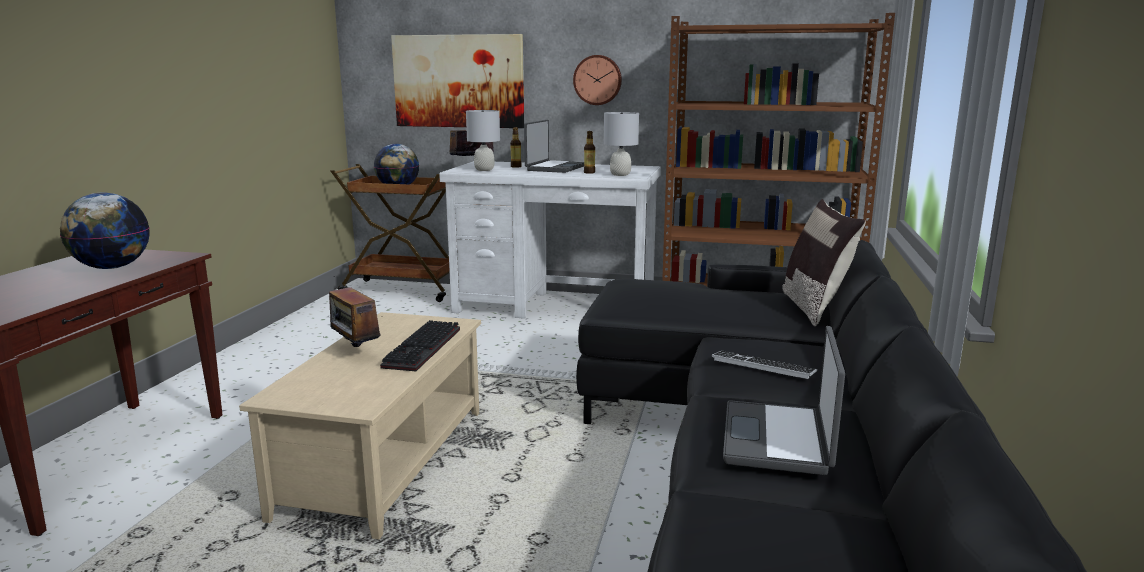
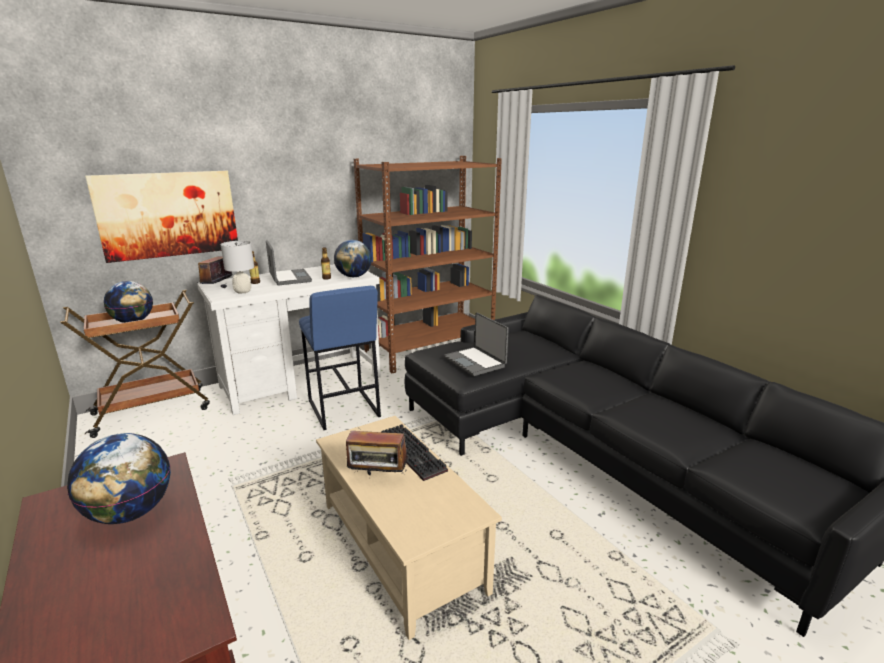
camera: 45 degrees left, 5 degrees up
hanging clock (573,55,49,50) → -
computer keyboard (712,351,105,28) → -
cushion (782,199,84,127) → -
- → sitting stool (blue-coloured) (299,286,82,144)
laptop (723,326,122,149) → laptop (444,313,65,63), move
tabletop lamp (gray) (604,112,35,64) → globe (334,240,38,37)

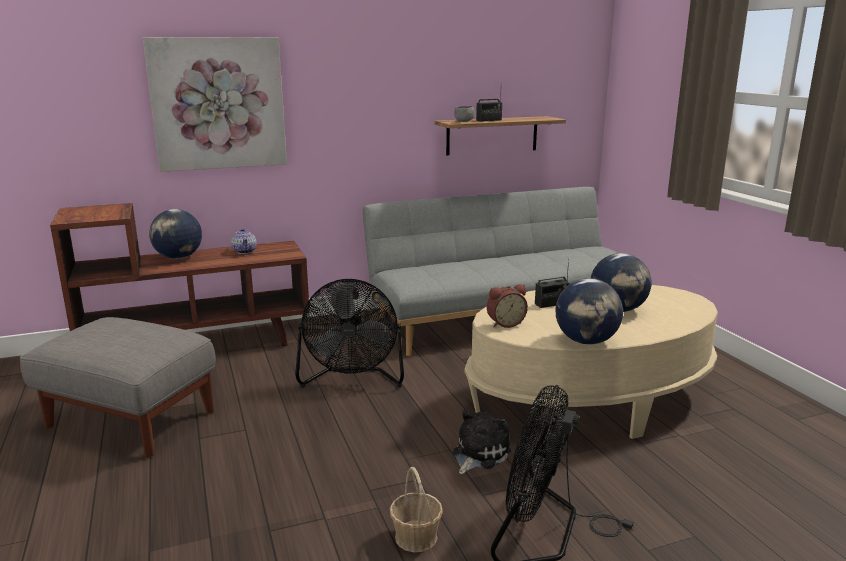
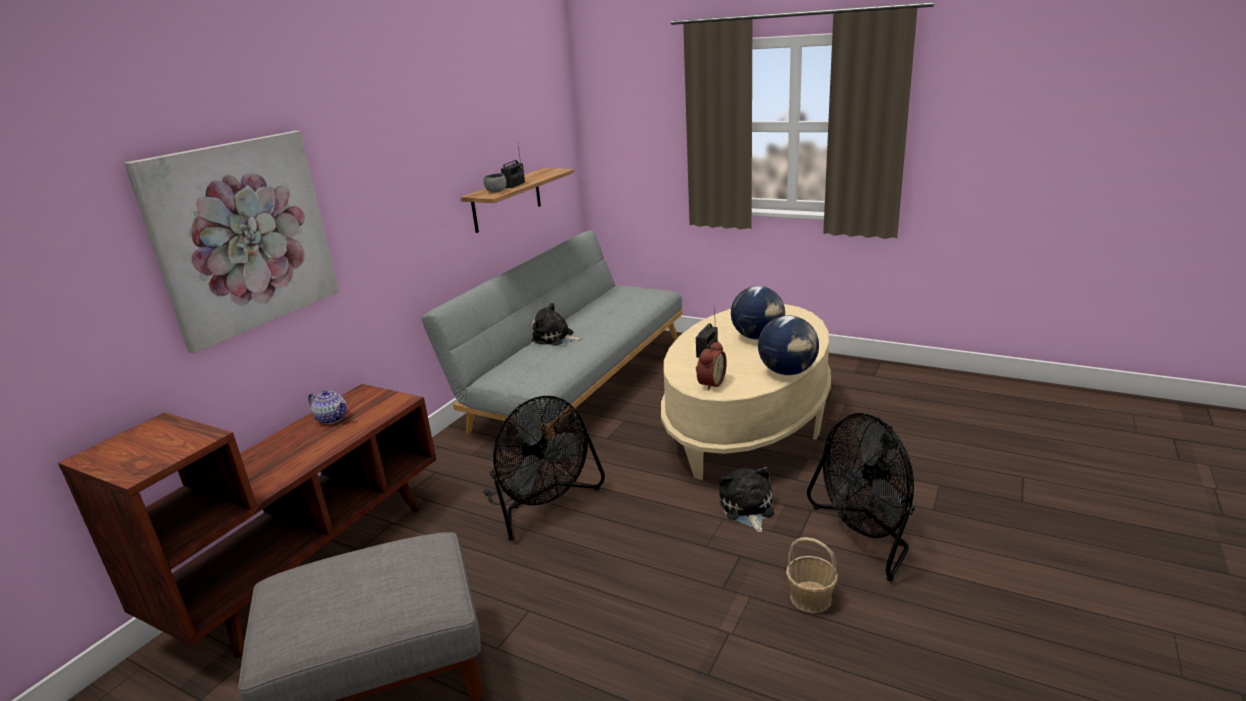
camera: 40 degrees left, 5 degrees up
globe (149,209,53,50) → -
- → plush toy (531,302,52,44)

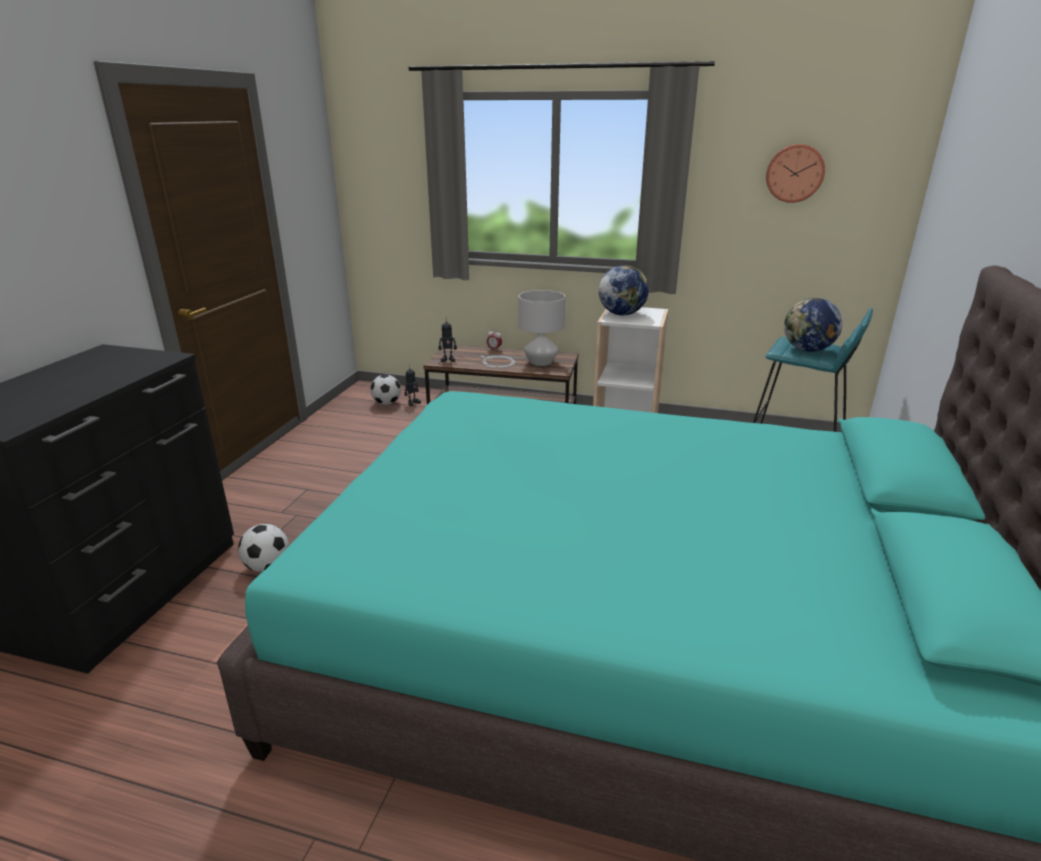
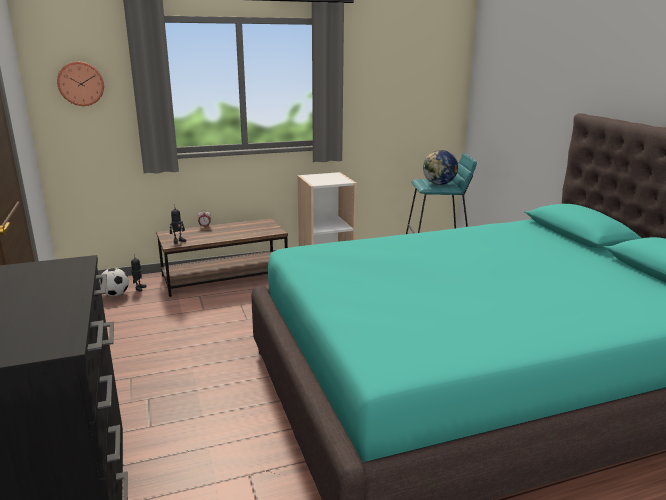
camera: 35 degrees left, 5 degrees down
ball for football (238,524,51,48) → -
tabletop lamp (gray) (480,290,85,78) → -
globe (599,265,50,50) → -
hanging clock (766,144,59,59) → hanging clock (57,62,47,44), move

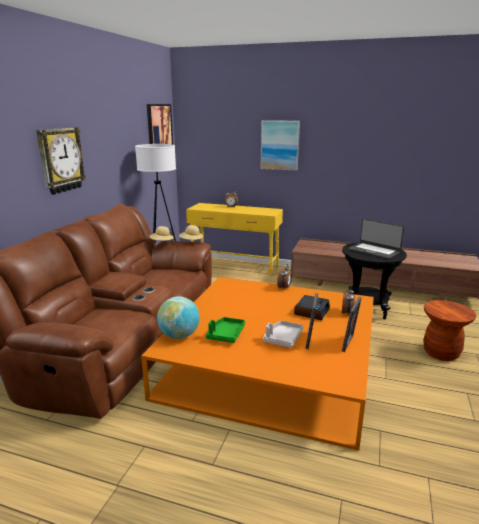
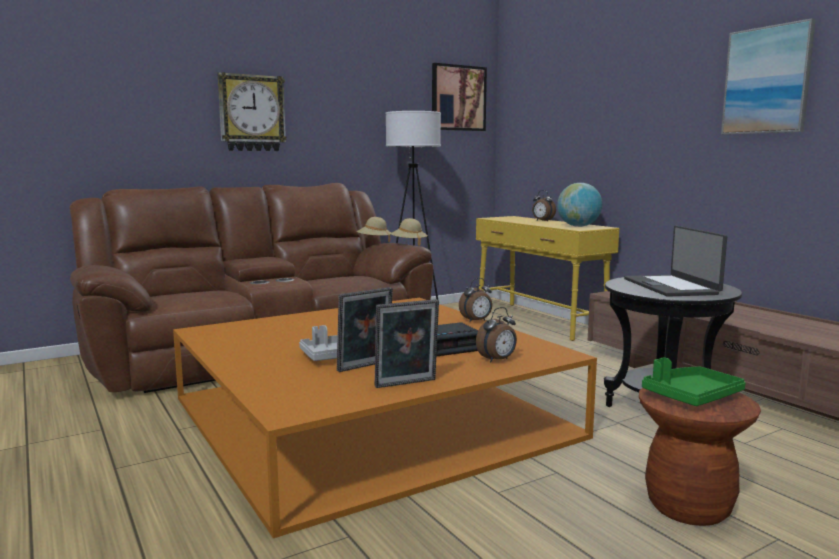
camera: 40 degrees right, 10 degrees down
globe (157,296,42,43) → globe (557,183,45,44), move
serving tray (greenish) (206,317,39,26) → serving tray (greenish) (642,357,104,49), move
wall art (261,120,39,51) → wall art (721,18,95,117), move

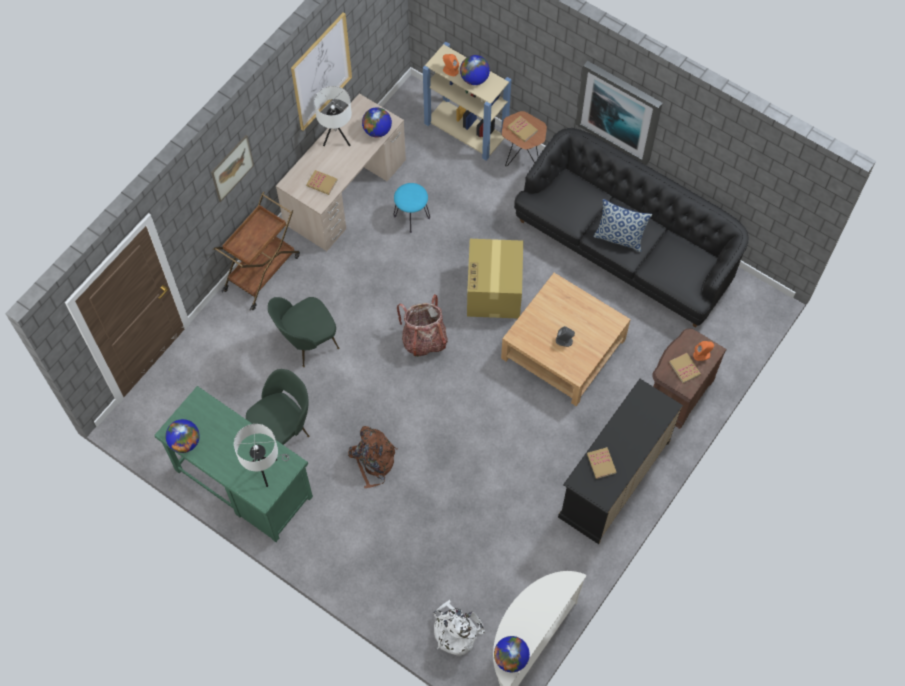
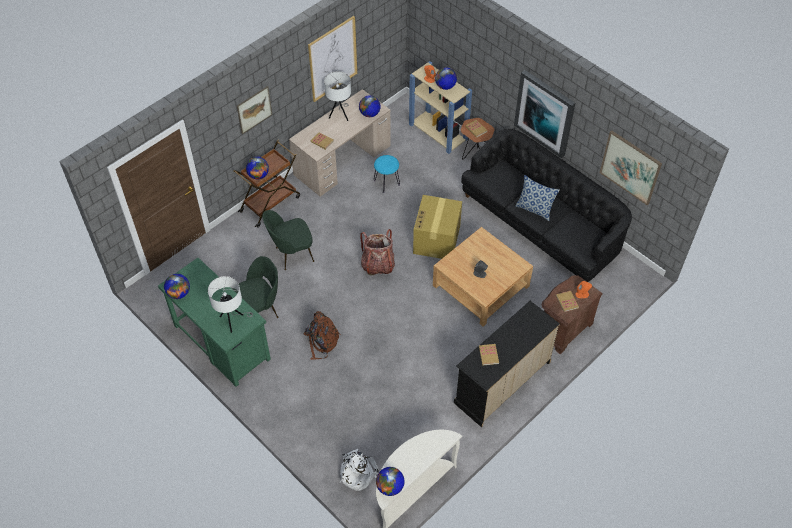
camera: 10 degrees right, 10 degrees down
- → globe (246,157,23,22)
- → wall art (600,130,62,75)

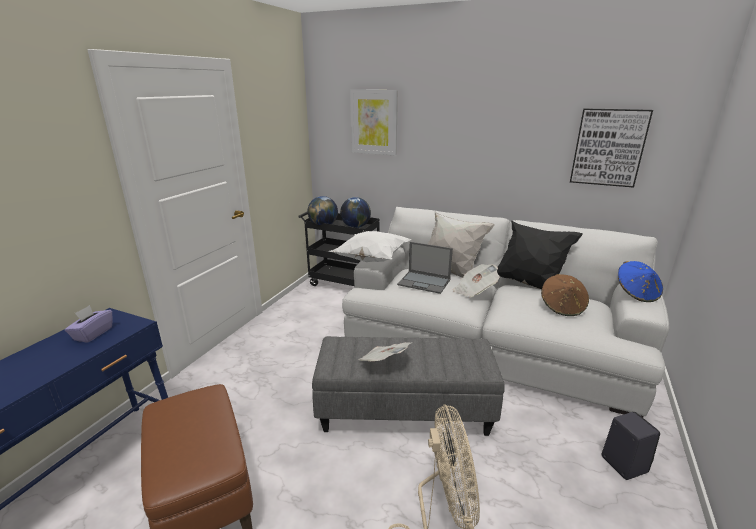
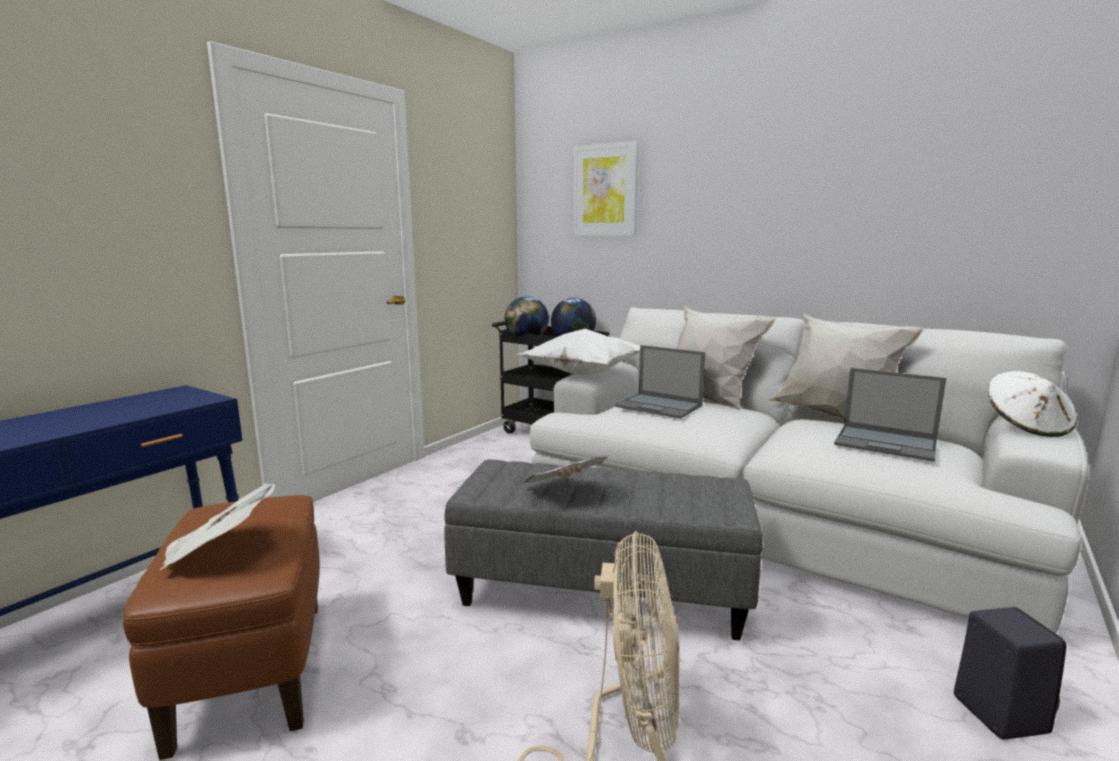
camera: 10 degrees right, 10 degrees down
tissue box (purple-coloured) (65,305,48,38) → -
wall art (570,108,83,80) → -
printed paper (453,264,46,34) → printed paper (160,483,115,87), move
clothing hat (brownish) (541,274,48,42) → laptop (834,368,113,94)
cushion (blackish) (497,220,85,70) → cushion (white-coloured) (768,313,156,106)
clothing hat (blue-coloured) (618,261,45,41) → clothing hat (white-coloured) (988,371,90,66)

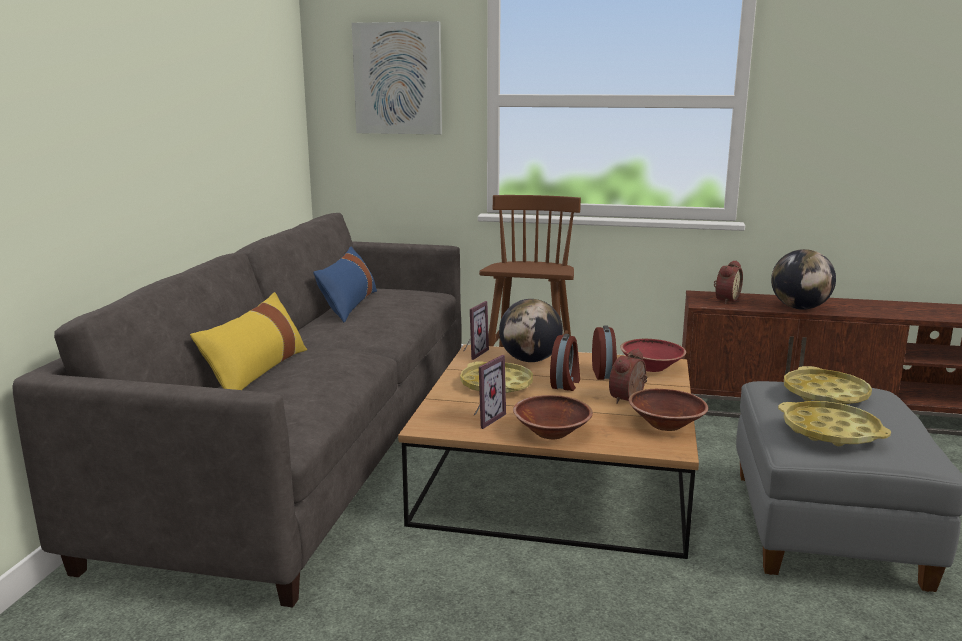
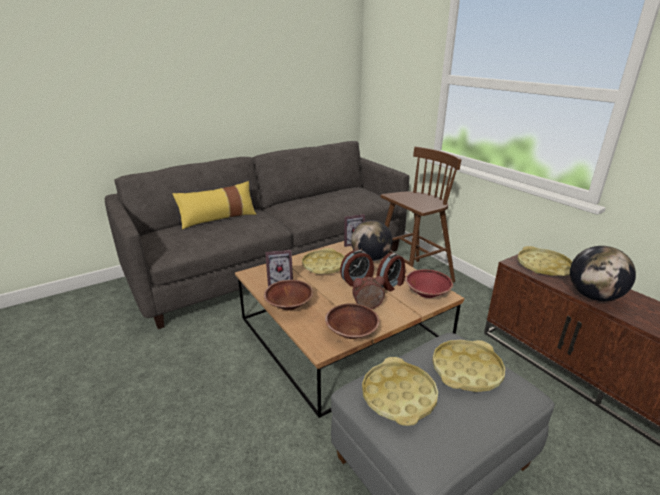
camera: 45 degrees right, 10 degrees up
cushion (blue-coloured) (313,247,64,75) → -
wall art (352,21,90,113) → -
table clock (714,260,29,44) → serving tray (yellow) (517,246,55,30)

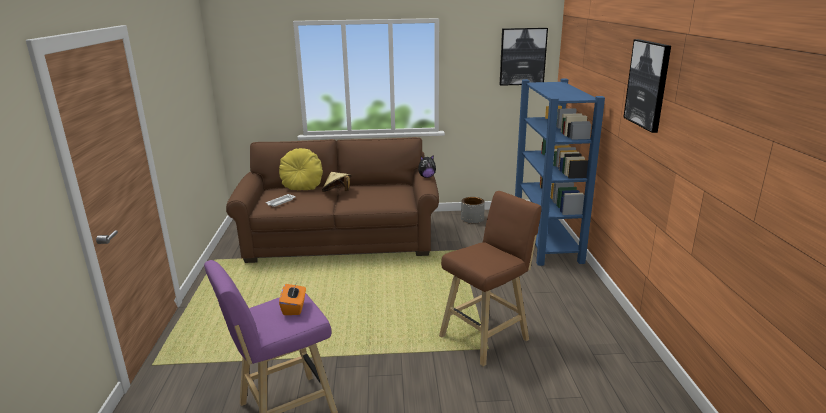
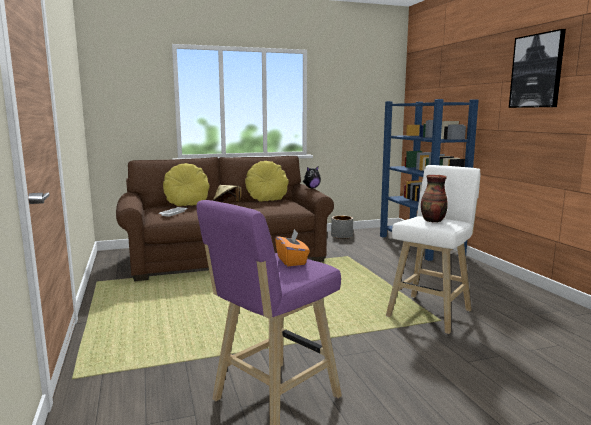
camera: 15 degrees left, 10 degrees down
wall art (500,28,48,58) → -
- → cushion (yellow) (245,161,44,41)
- → flower vase (421,175,27,48)
sitting stool (brownish) (439,191,102,176) → sitting stool (white-coloured) (386,165,94,169)

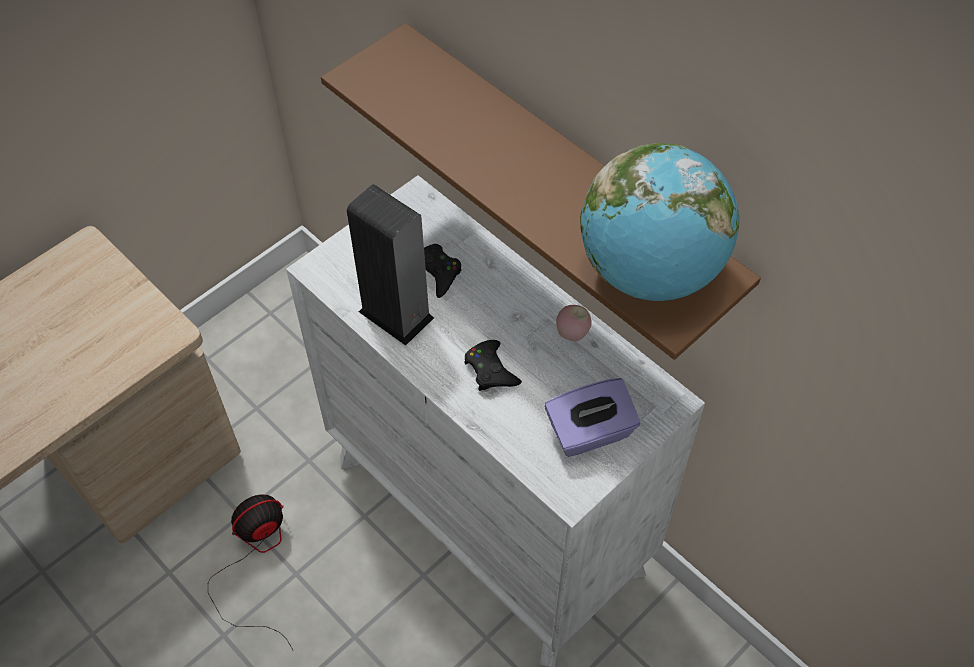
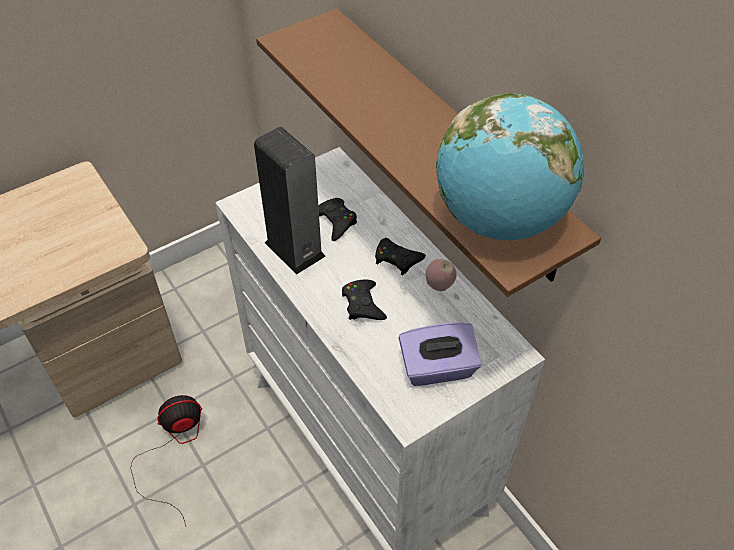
camera: 10 degrees right, 5 degrees down
- → joypad (blackish) (375,238,51,38)

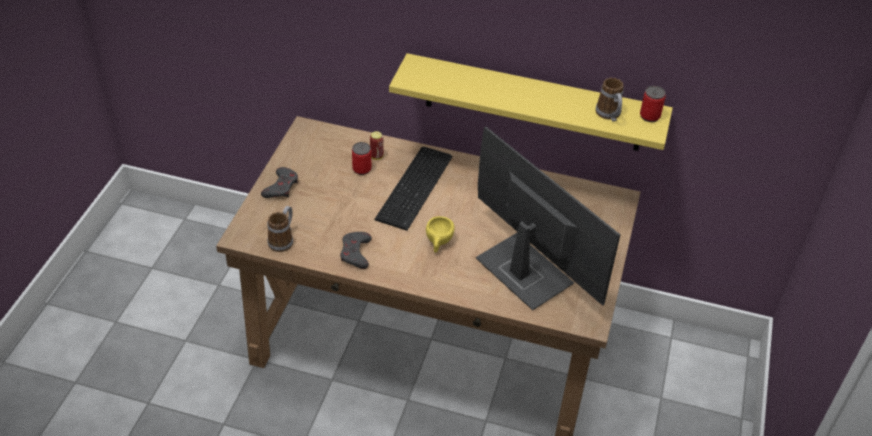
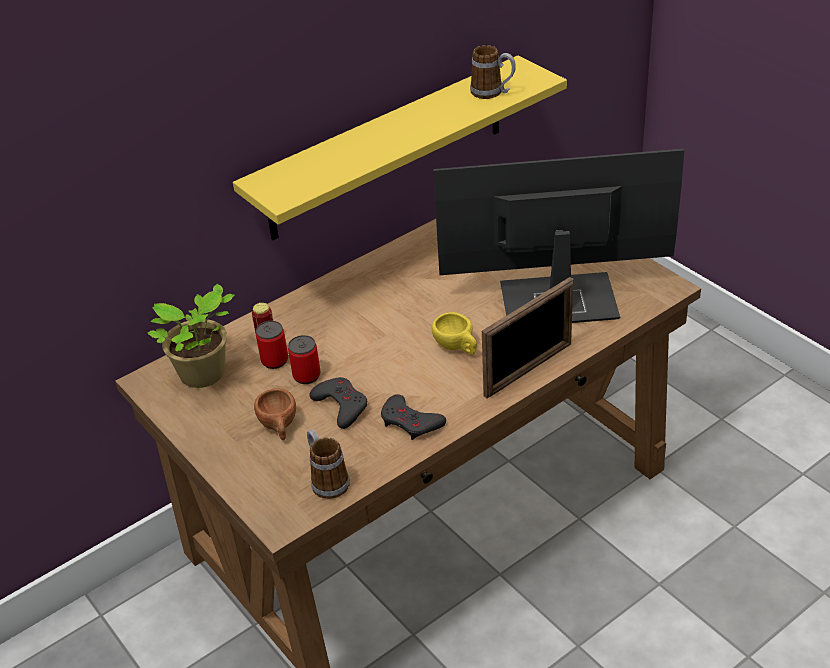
camera: 50 degrees left, 5 degrees down
computer keyboard (374,147,79,84) → -
- → houseplant (148,284,86,104)
- → drinking cup (brownish) (254,388,42,52)
- → photo frame (482,277,91,122)
joypad (gray) (261,167,37,31) → joypad (gray) (309,377,58,52), move
sealed can (640,86,26,36) → sealed can (288,335,33,49), move

